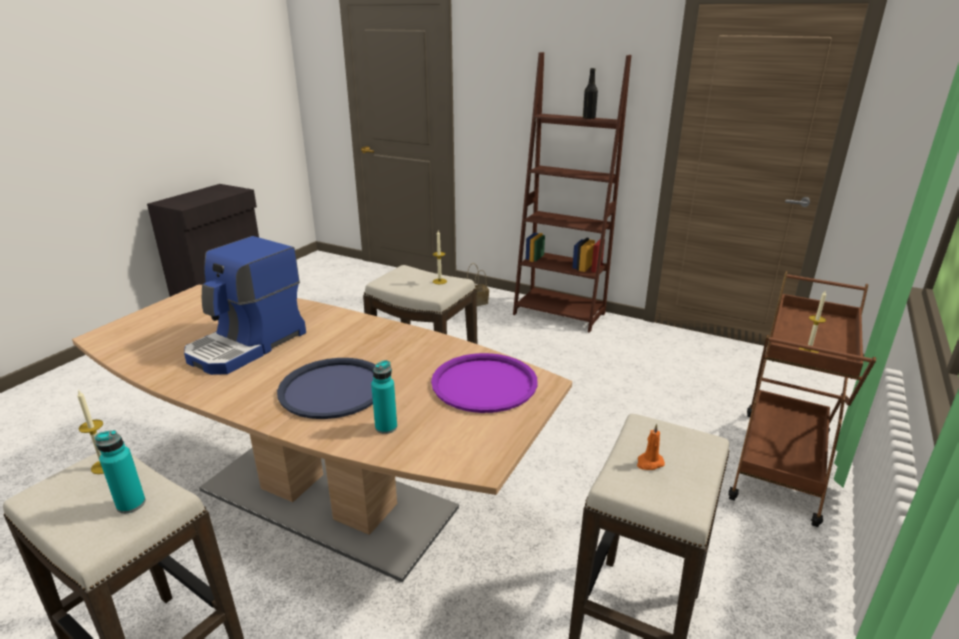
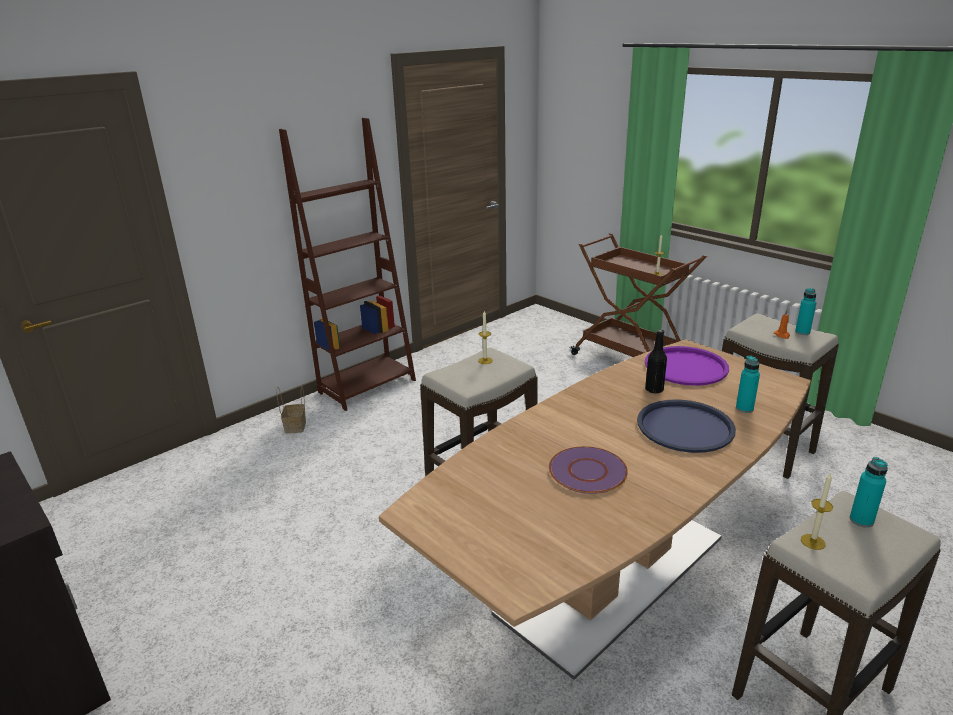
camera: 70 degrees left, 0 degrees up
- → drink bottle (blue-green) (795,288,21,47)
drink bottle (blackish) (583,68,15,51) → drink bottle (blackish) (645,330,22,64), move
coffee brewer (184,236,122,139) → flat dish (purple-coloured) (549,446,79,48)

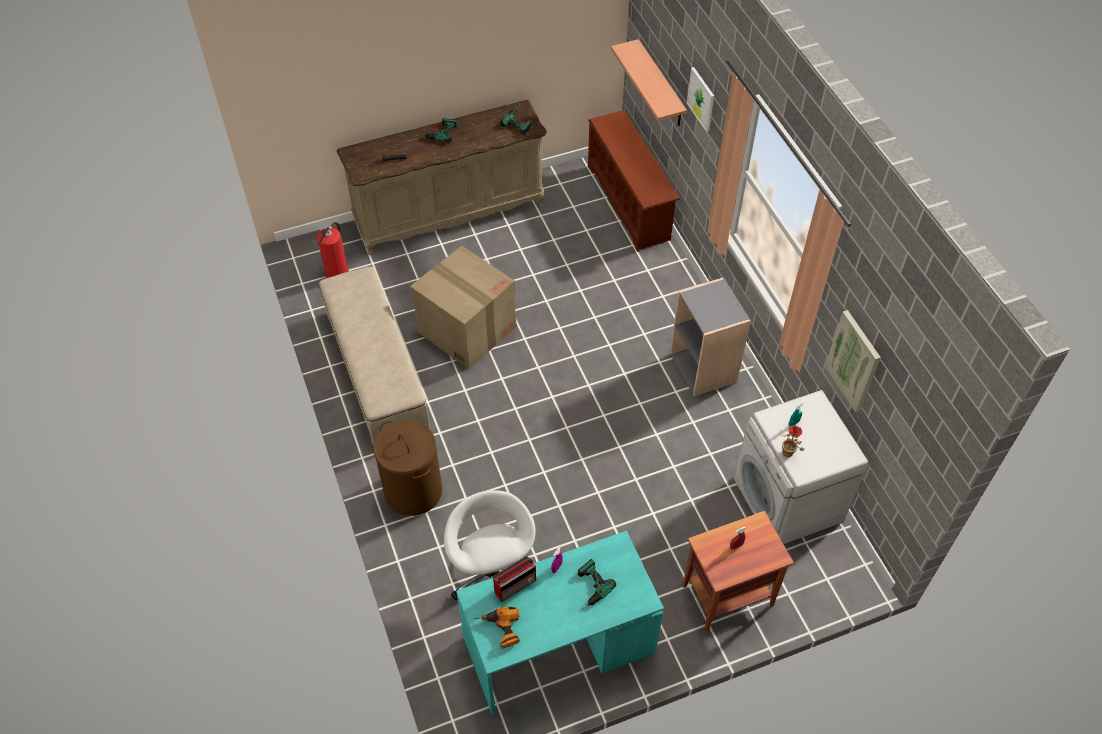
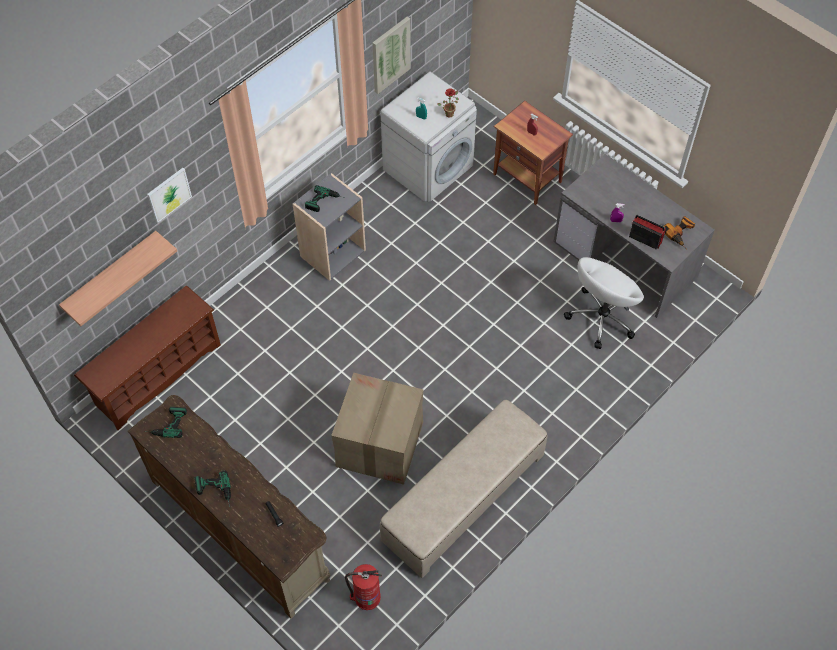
camera: 115 degrees left, 5 degrees up
hamper (brownish) (373,420,69,96) → -
power drill (578,559,38,51) → power drill (305,185,40,27), move
desk unit (blue-green) (456,531,208,184) → desk unit (gray) (553,154,162,164)

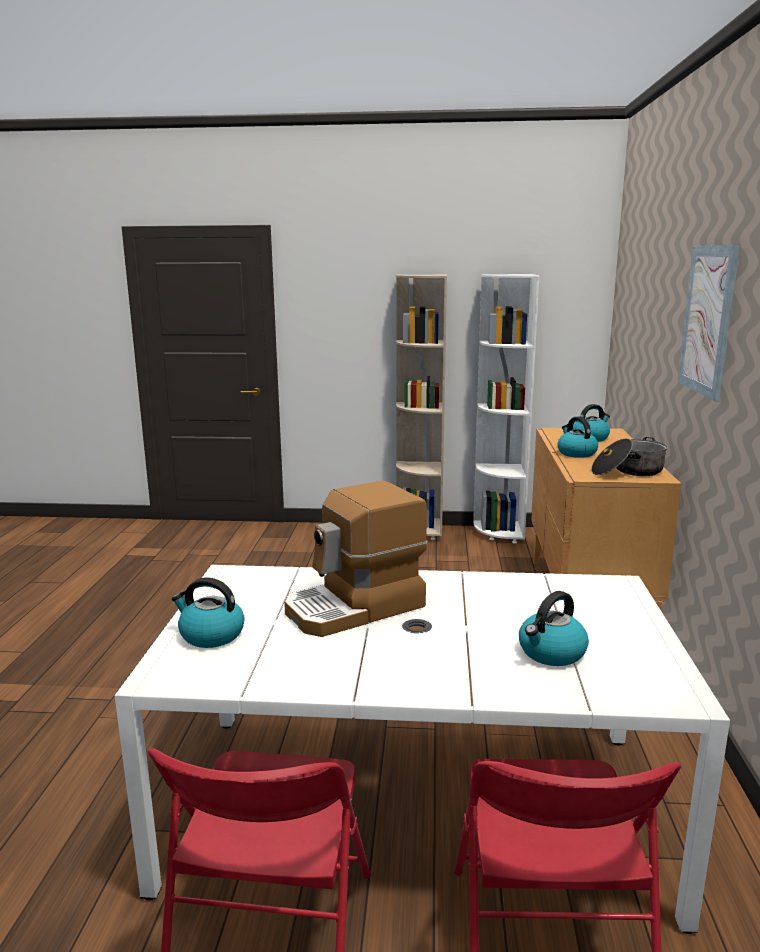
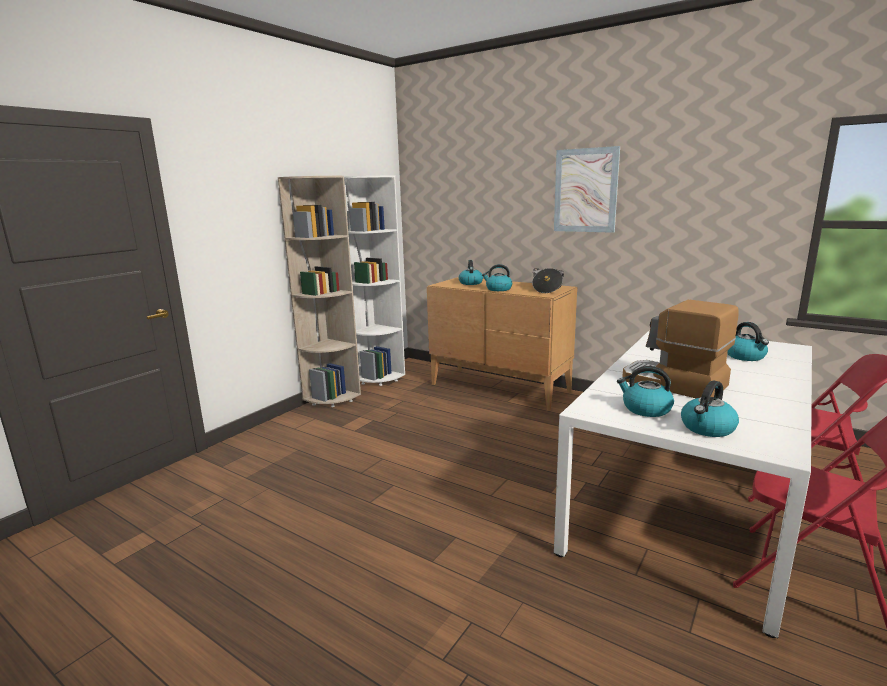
camera: 60 degrees left, 0 degrees up
- → water kettle (617,366,57,51)
coffee brewer (284,481,143,156) → coffee brewer (622,300,117,98), 135 degrees clockwise

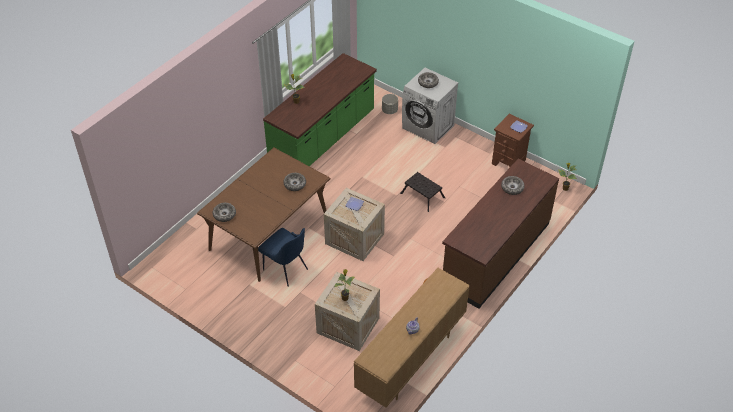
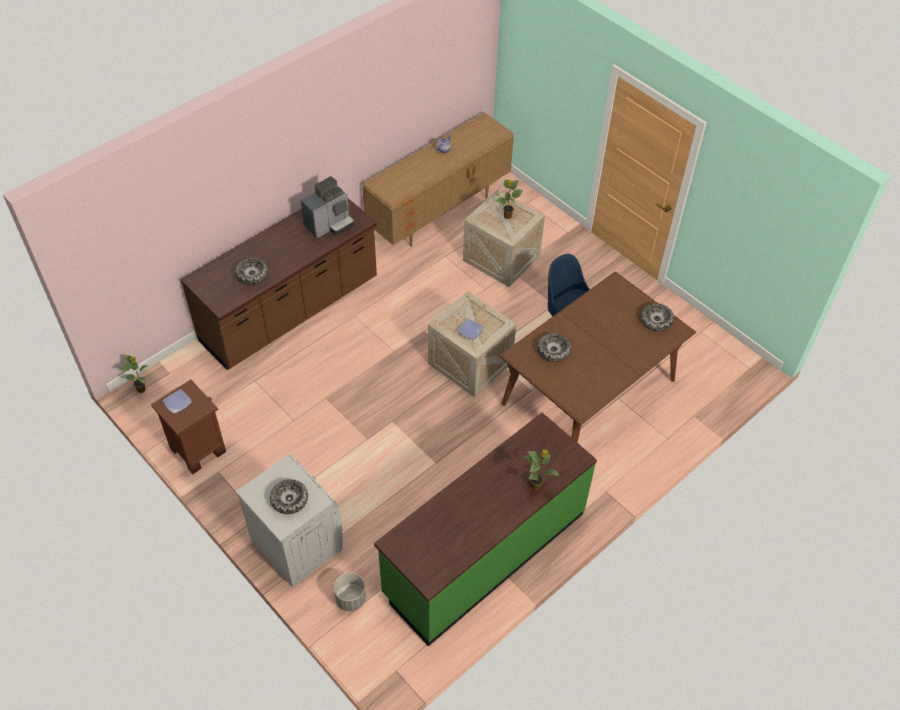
camera: 170 degrees left, 5 degrees up
stepladder (blackish) (400,172,45,40) → -
- → coffee brewer (301,176,53,62)

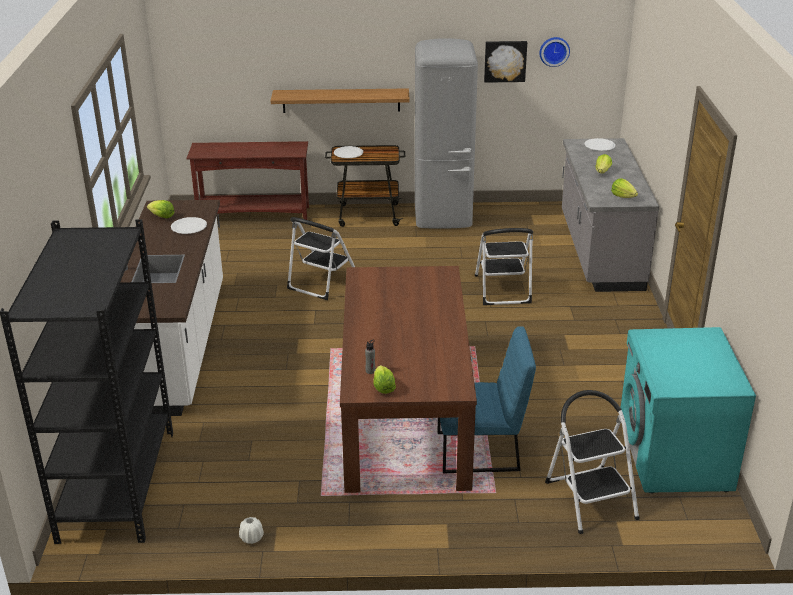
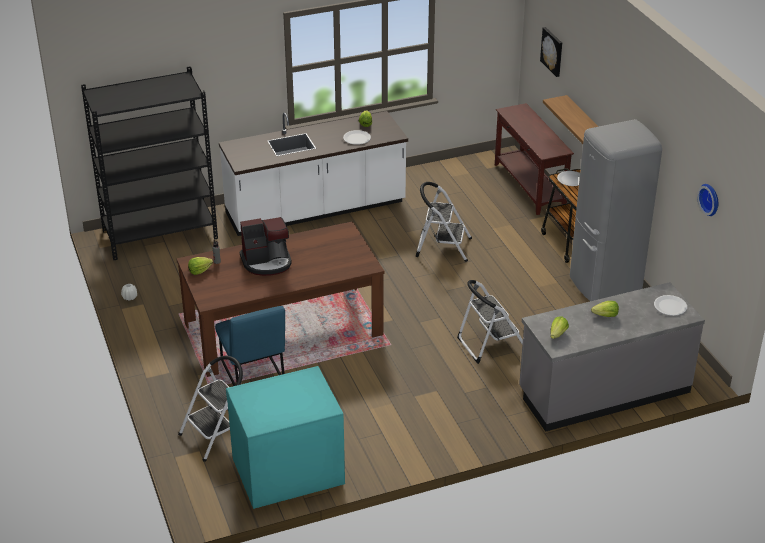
camera: 70 degrees right, 5 degrees up
- → coffee brewer (240,217,52,59)
wall art (484,41,43,42) → wall art (540,27,22,50), move

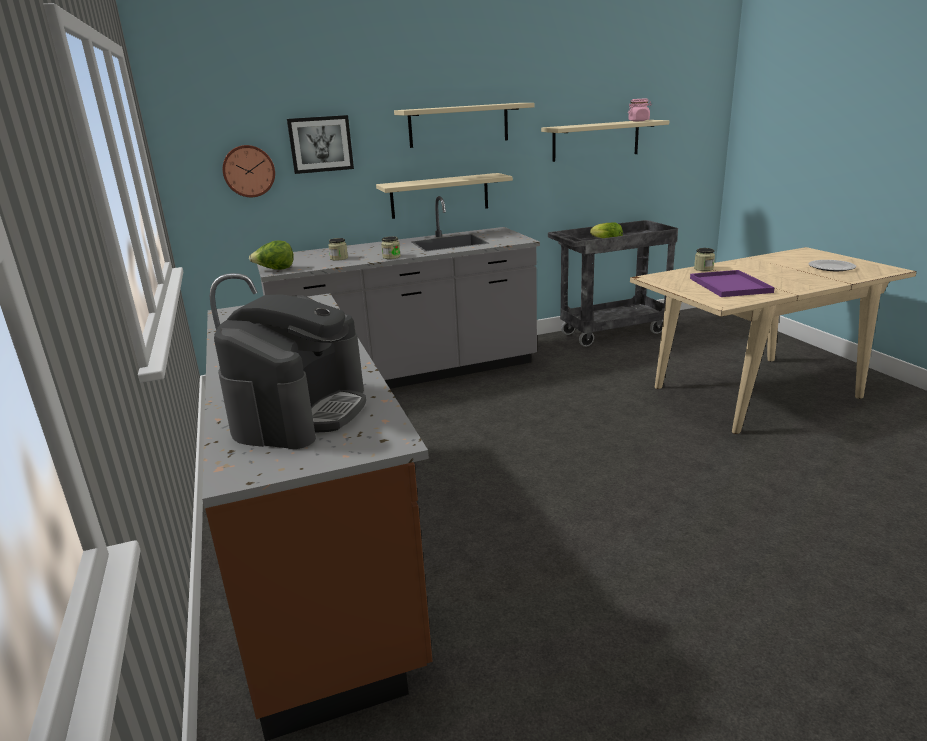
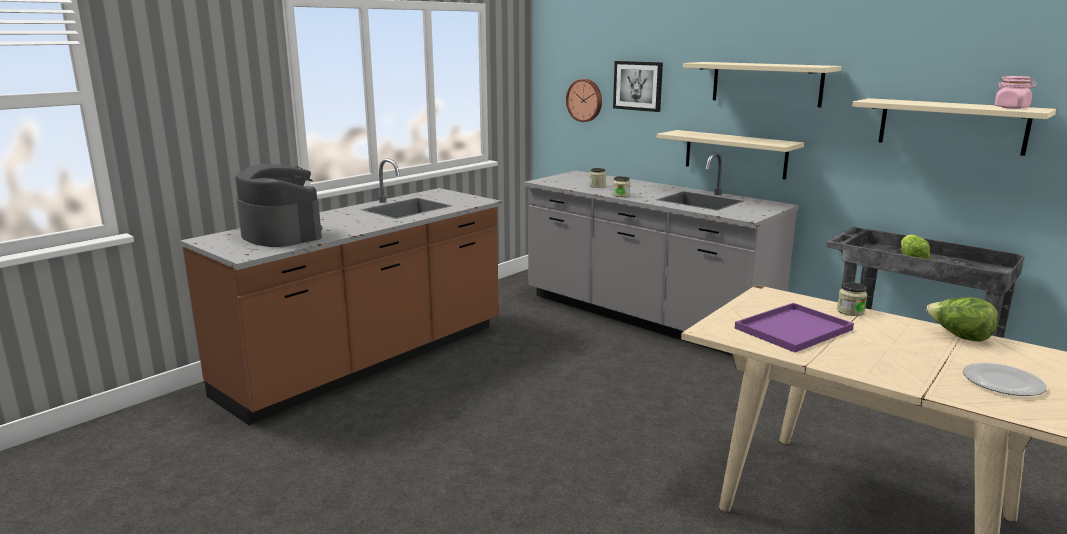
camera: 60 degrees right, 5 degrees down
lettuce head (249,241,44,29) → lettuce head (926,297,72,45), move
coffee brewer (214,294,152,155) → coffee brewer (235,164,87,83), 120 degrees counterclockwise

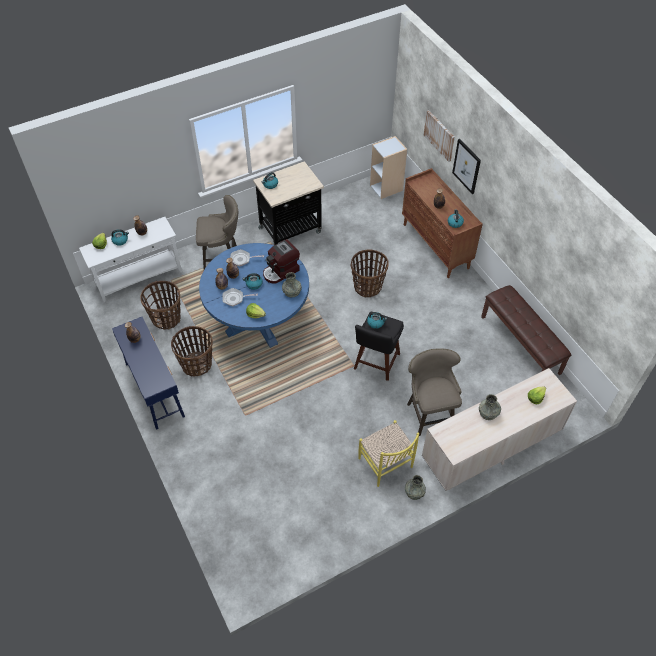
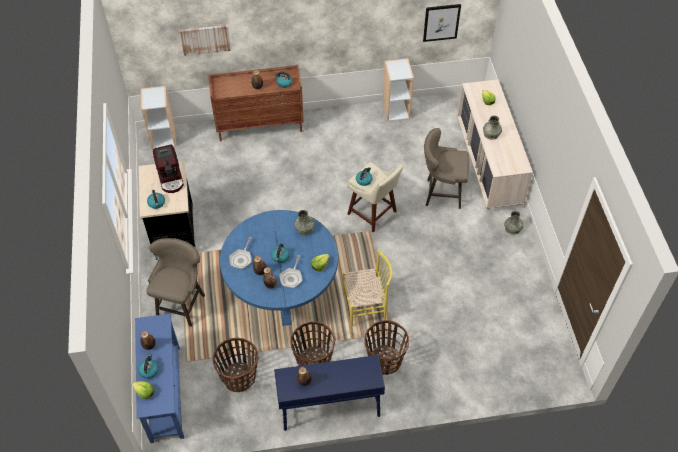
camera: 70 degrees left, 0 degrees up
coffee brewer (263,239,37,45) → coffee brewer (153,145,31,48), move
storage basket (350,250,39,48) → storage basket (364,320,45,55), move
chair (yellow) (358,420,61,67) → chair (yellow) (343,250,49,77), move
wall art (452,139,29,55) → wall art (423,4,38,38), move
long seat (brownish) (481,285,90,90) → shelving unit (382,58,32,64)
narrow table (white-coloured) (79,217,103,85) → narrow table (blue-coloured) (135,314,49,129)
sitting stool (blackish) (354,312,50,69) → sitting stool (sand-coloured) (347,162,57,71)

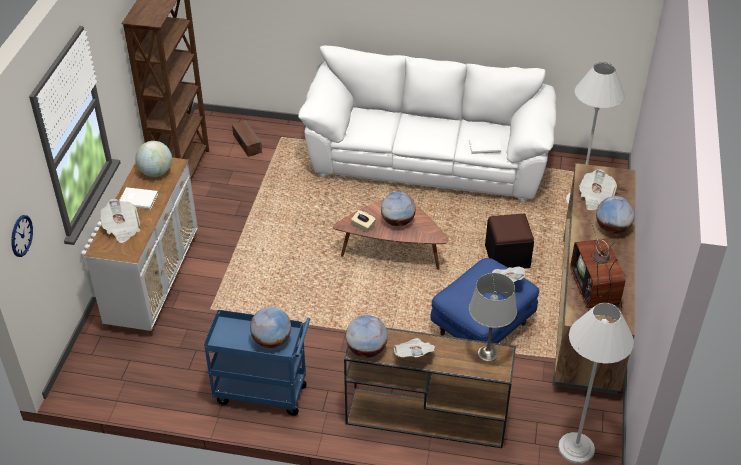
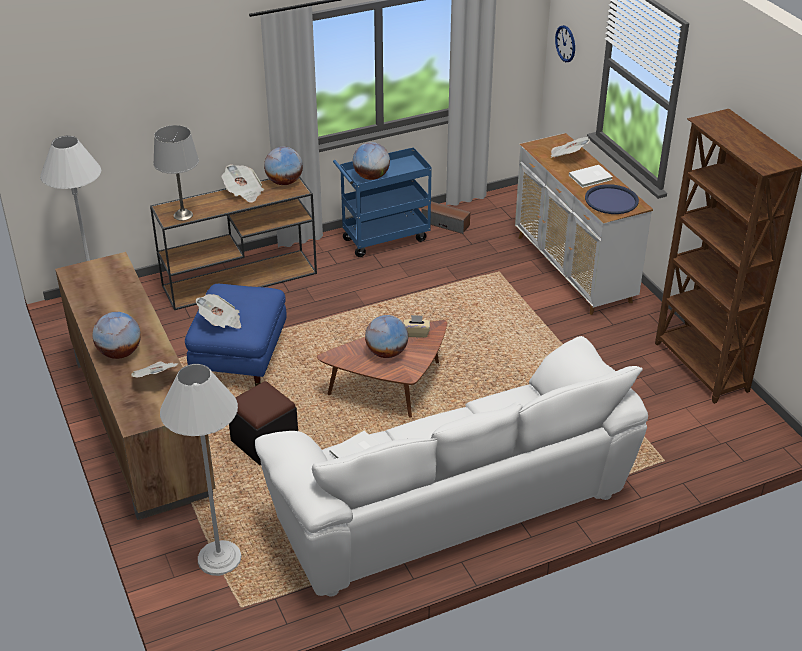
camera: 145 degrees right, 5 degrees down
TV (570,219,55,100) → -
audio speaker (232,120,30,37) → audio speaker (421,201,49,33), move
globe (135,141,37,36) → serving tray (blue-coloured) (585,184,54,30)

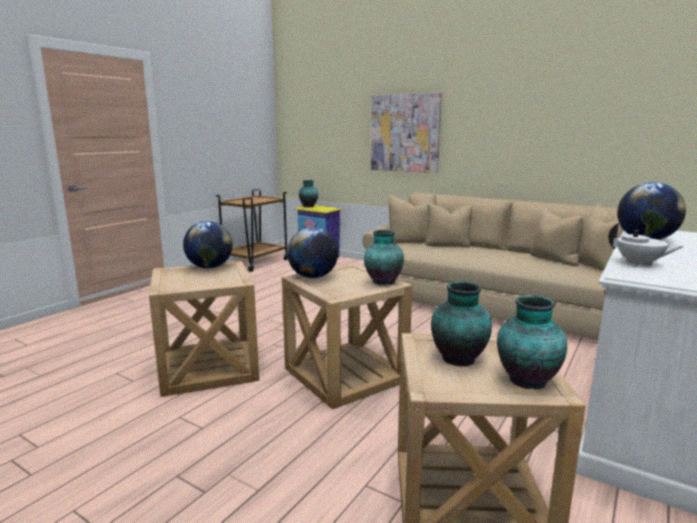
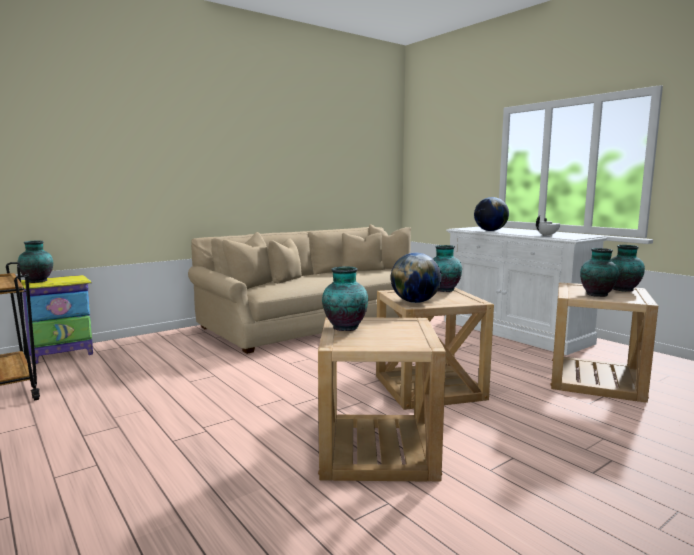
camera: 70 degrees left, 5 degrees down
wall art (371,92,71,81) → -
globe (183,221,50,48) → flower vase (322,267,46,64)

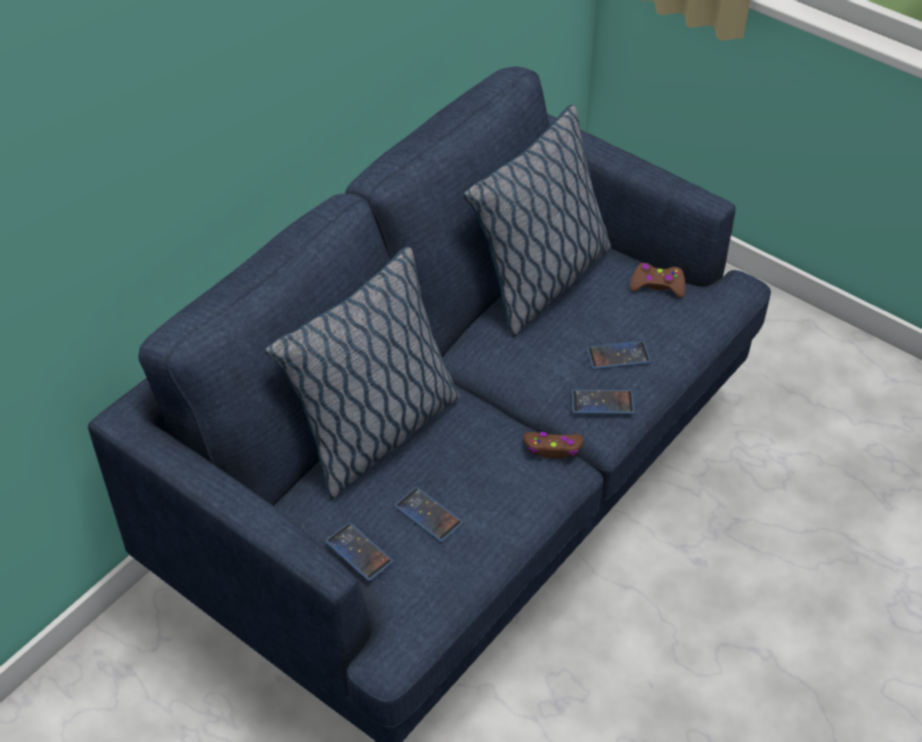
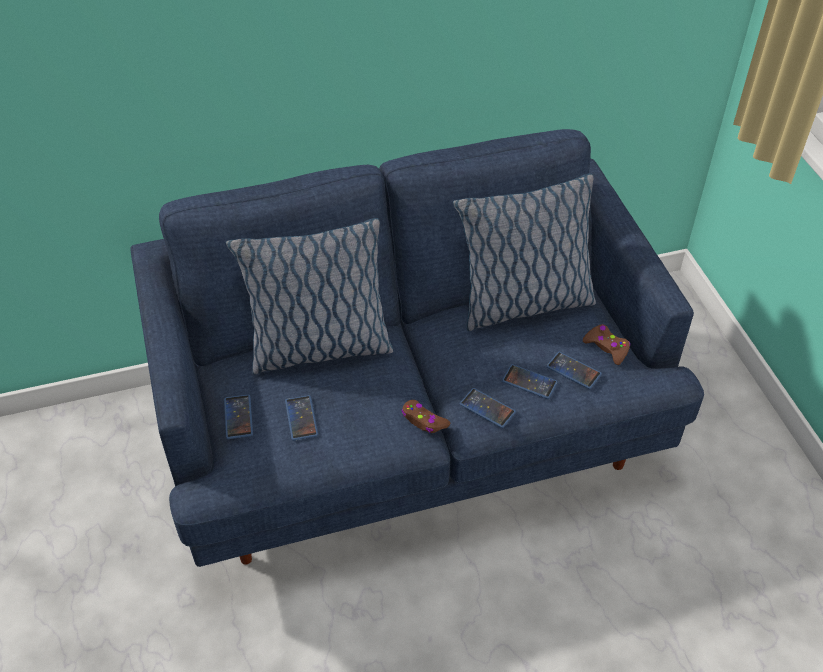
camera: 35 degrees right, 0 degrees up
- → phone (546,351,56,38)

